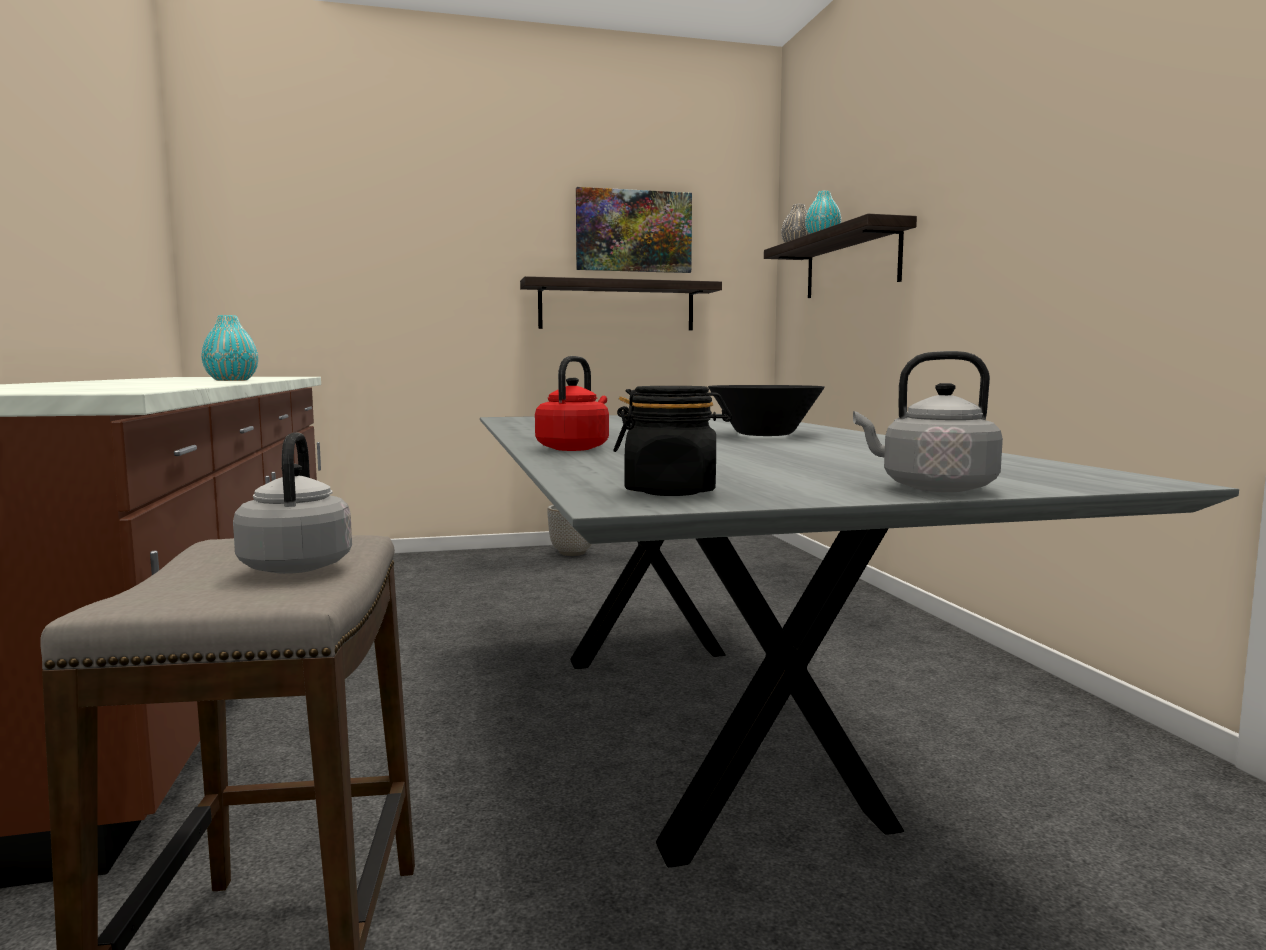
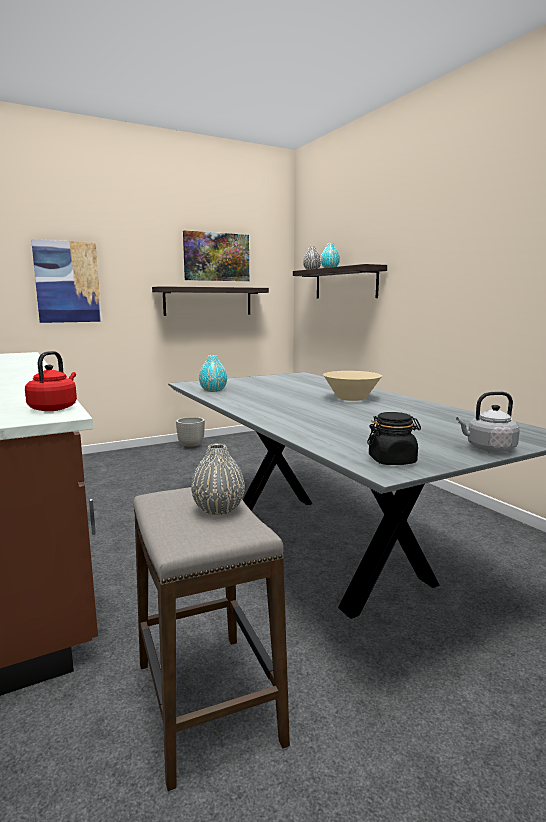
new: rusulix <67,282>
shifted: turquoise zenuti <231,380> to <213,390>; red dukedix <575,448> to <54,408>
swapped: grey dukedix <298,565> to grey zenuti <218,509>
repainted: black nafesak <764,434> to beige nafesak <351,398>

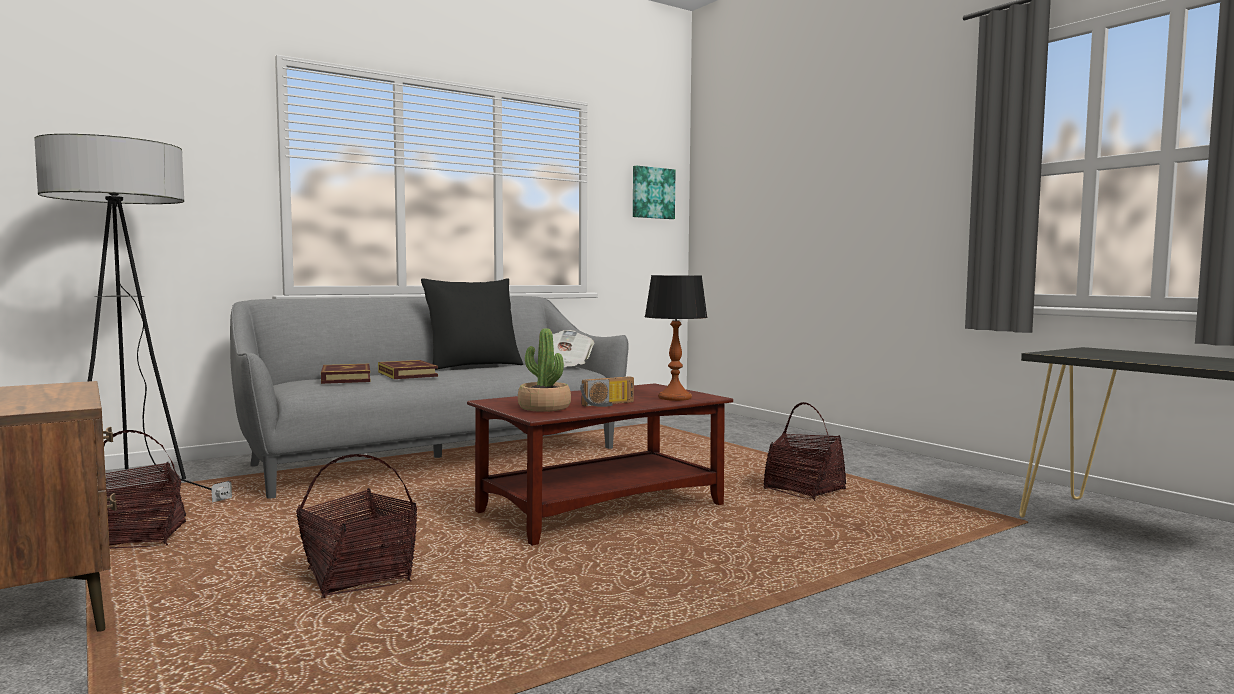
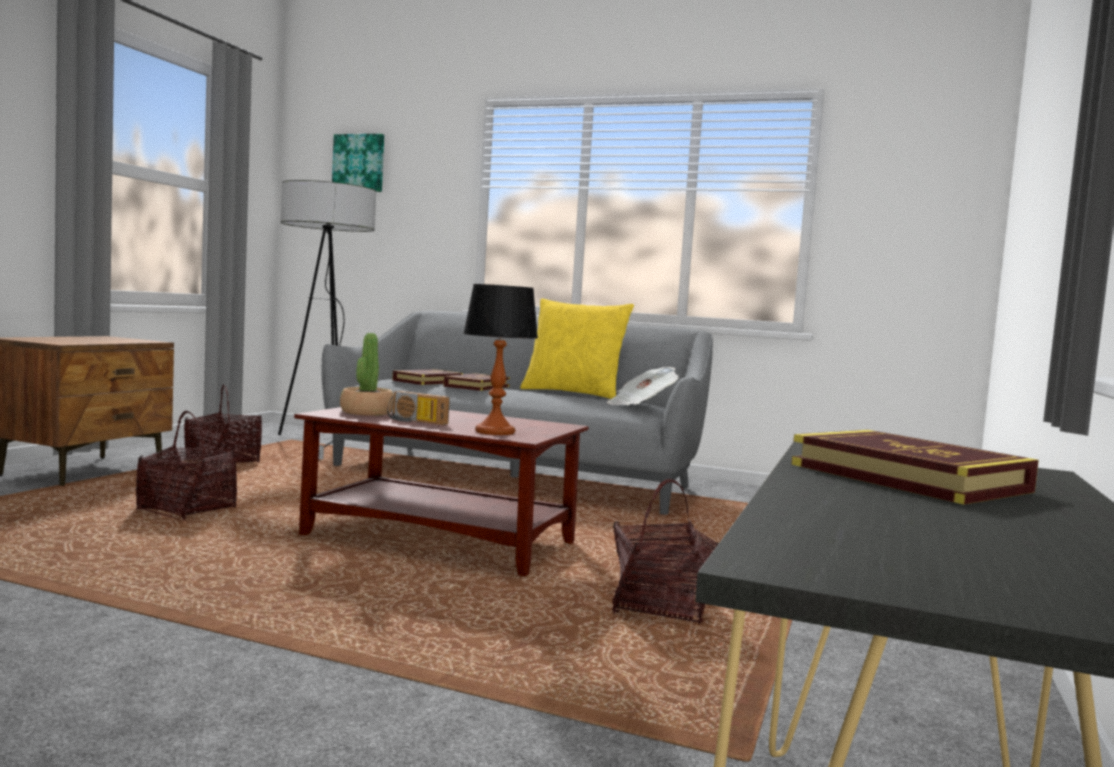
new: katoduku <908,477>
shifted: rusulix <652,193> to <359,163>
repainted: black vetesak <473,366> to yellow vetesak <573,393>

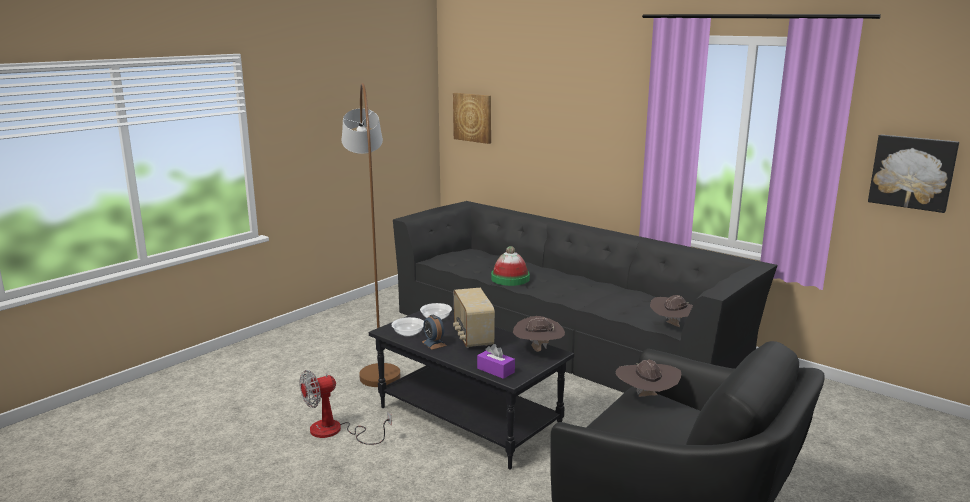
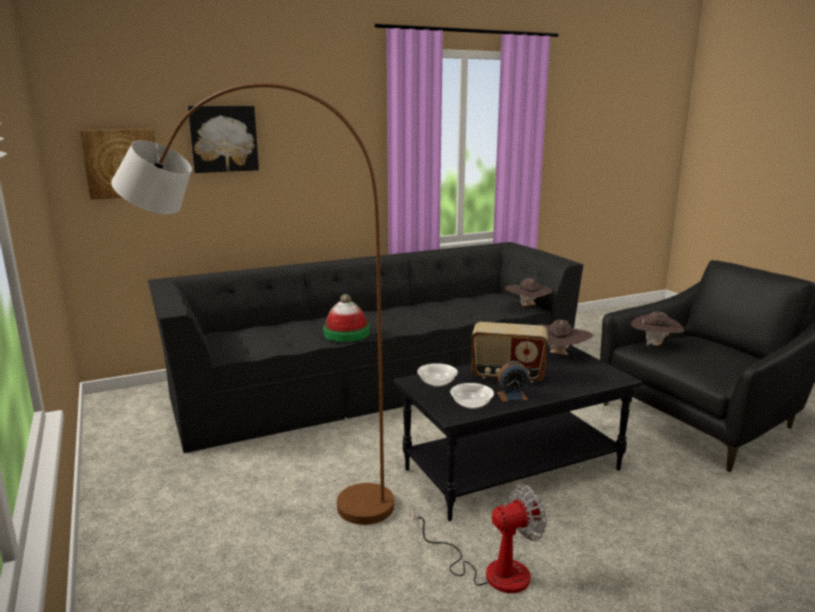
gone: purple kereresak <495,370>
shifted: rusulix <912,172> to <223,139>
rotated: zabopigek <336,431> = <491,571> 105 degrees counterclockwise

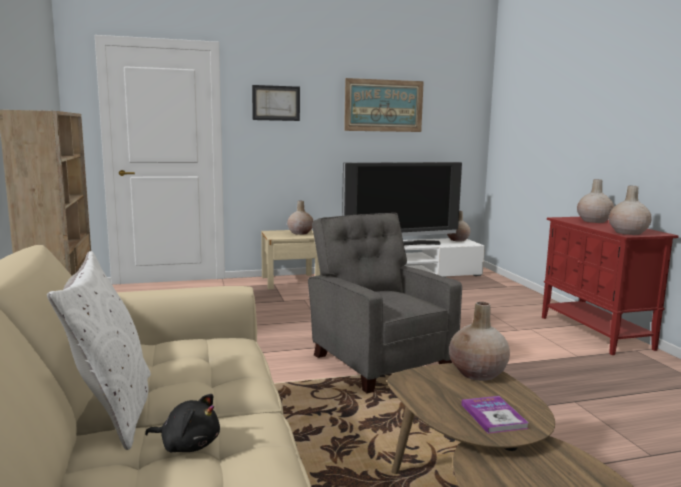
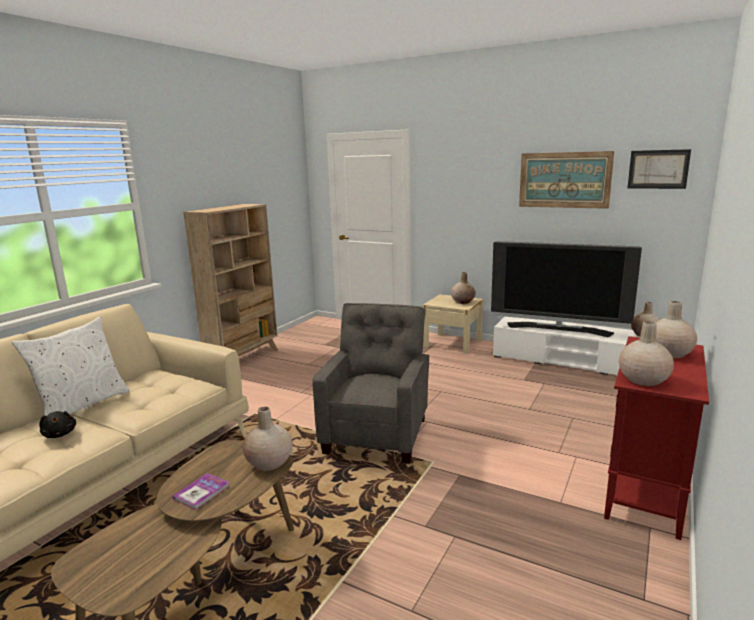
shifted: rusulix <276,103> to <658,169>

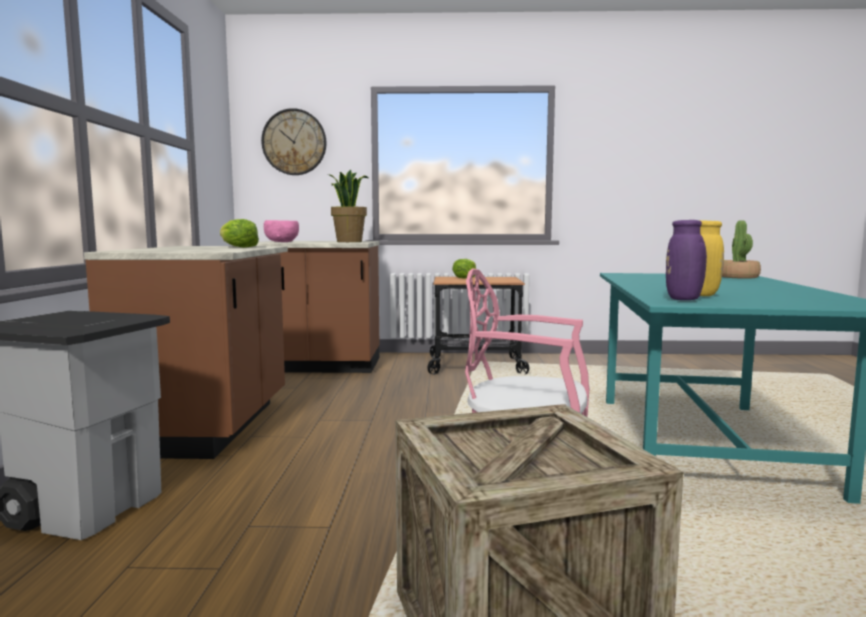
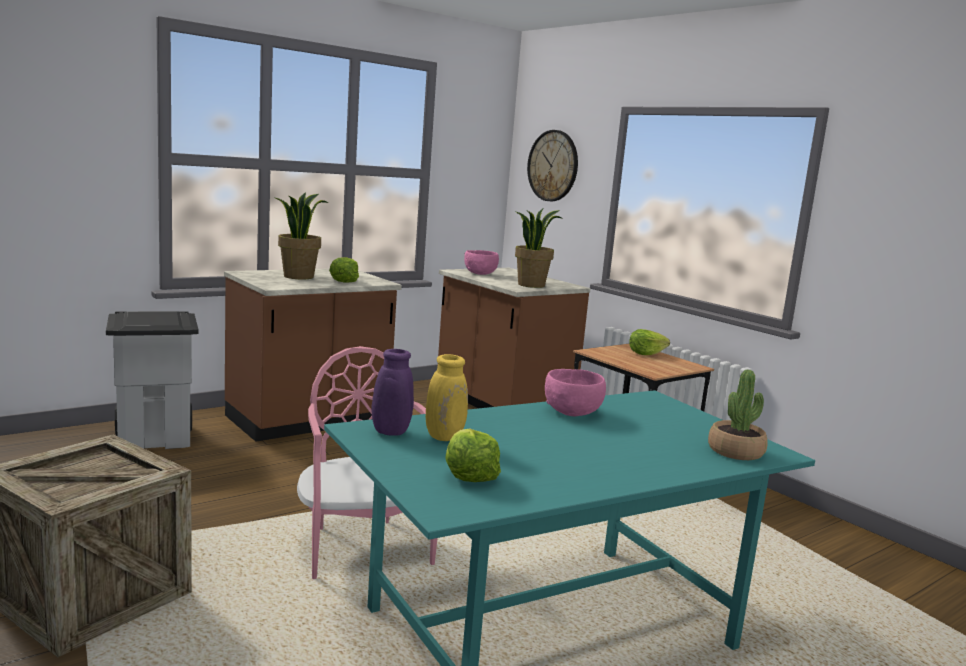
new: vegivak <298,276>; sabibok <469,474>; pink nafesak <573,412>

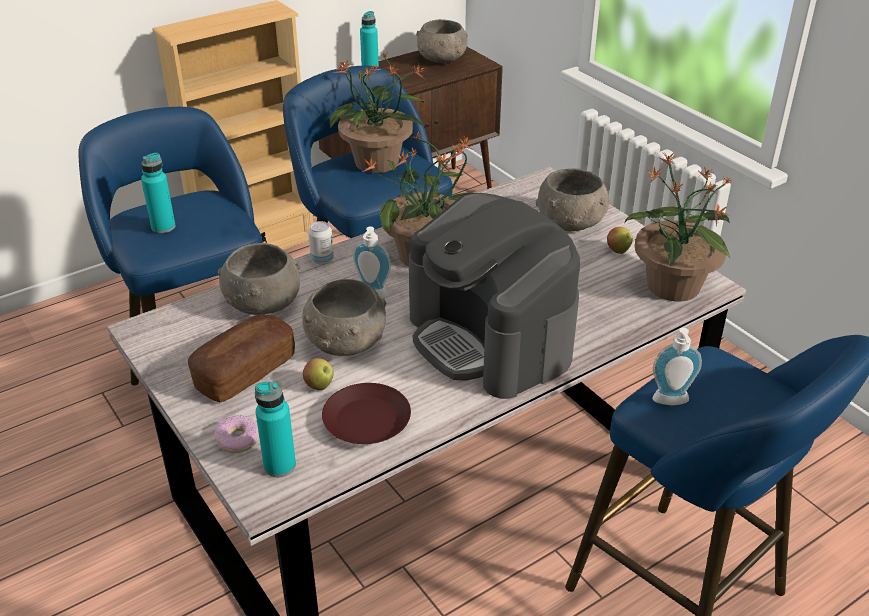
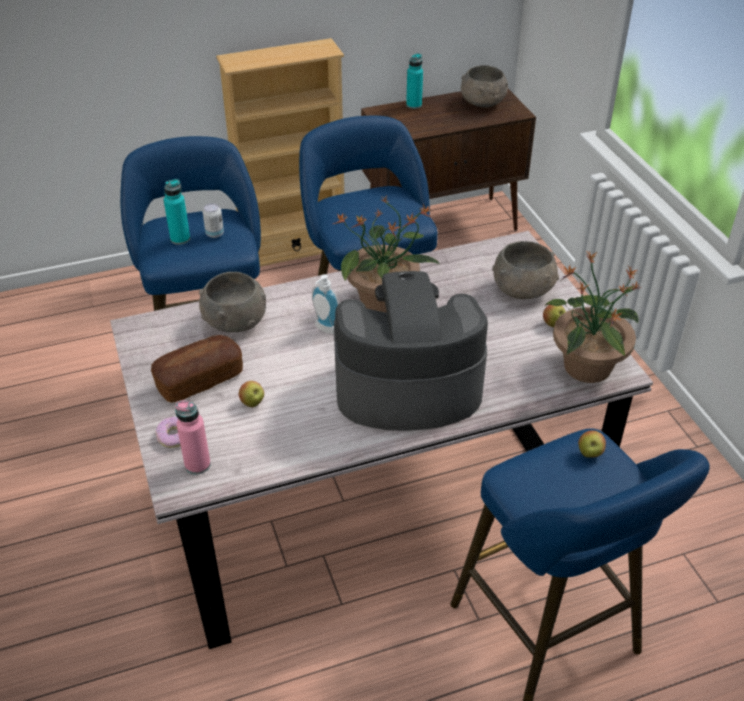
gone: grey nafesak <345,343>; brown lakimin <366,421>; vegivak <378,163>; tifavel <671,402>
new: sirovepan <589,453>
shifted: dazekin <322,260> to <215,234>
repainted: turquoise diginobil <280,466> to pink diginobil <197,465>
rotated: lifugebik <490,338> = <406,387> 105 degrees clockwise

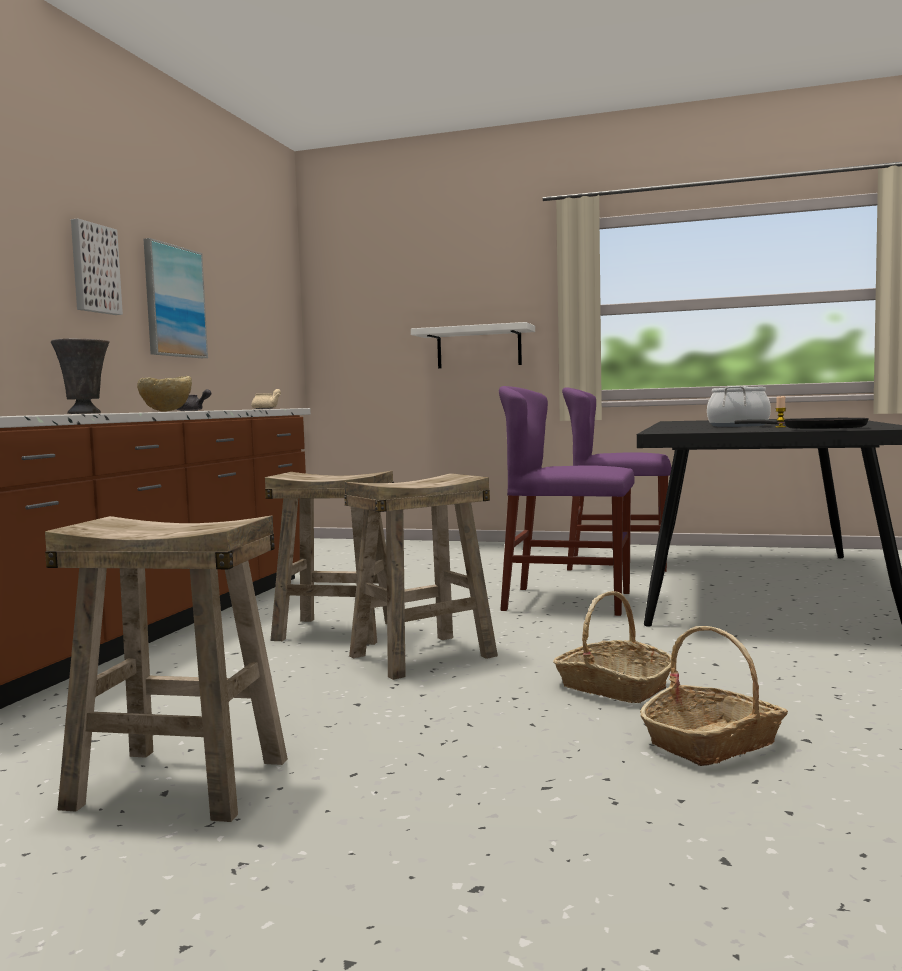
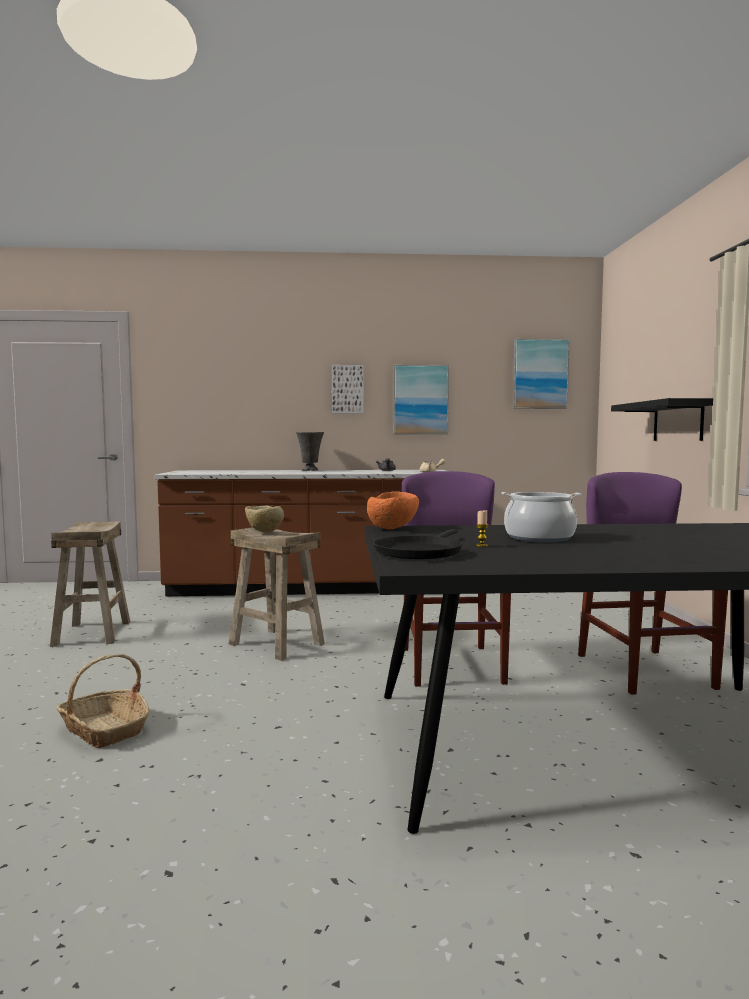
gone: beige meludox <335,631>; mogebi <613,687>
new: orange nafesak <393,529>; rusulix <540,374>
shifted: beige nafesak <166,411> to <264,532>
repainted: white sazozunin <479,347> to black sazozunin <678,421>

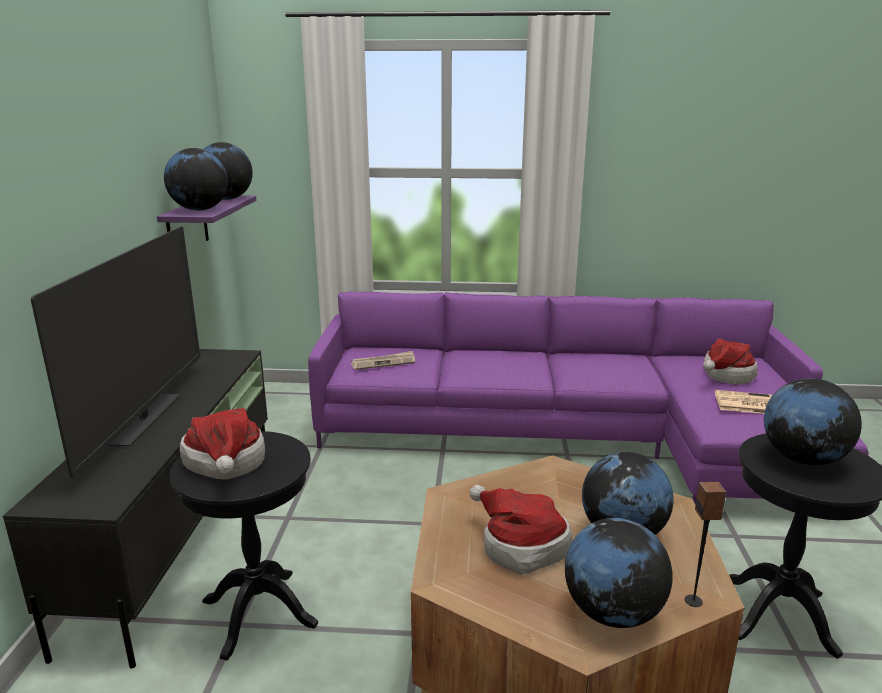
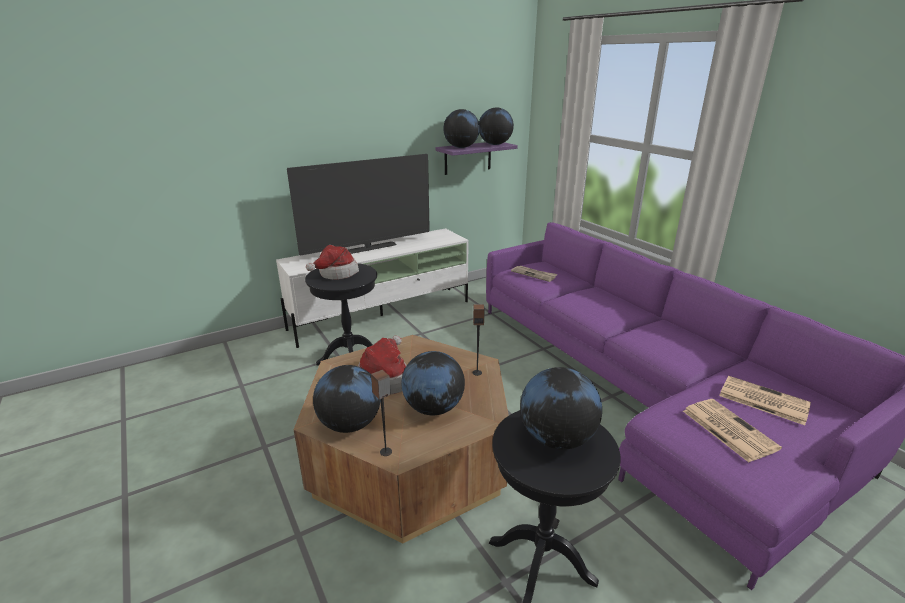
new: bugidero <477,372>
swapped: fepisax <725,375> to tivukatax <762,400>
repainted: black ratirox <182,531> to white ratirox <383,315>

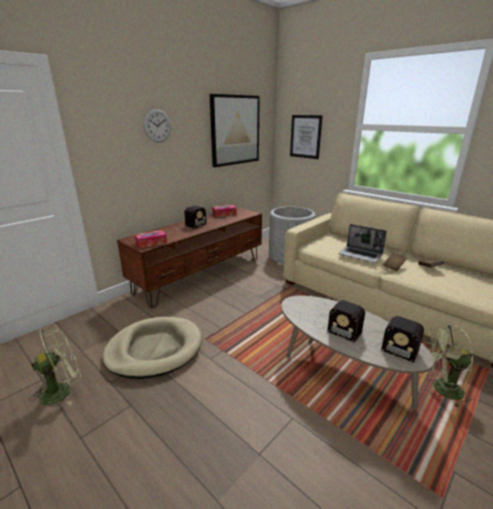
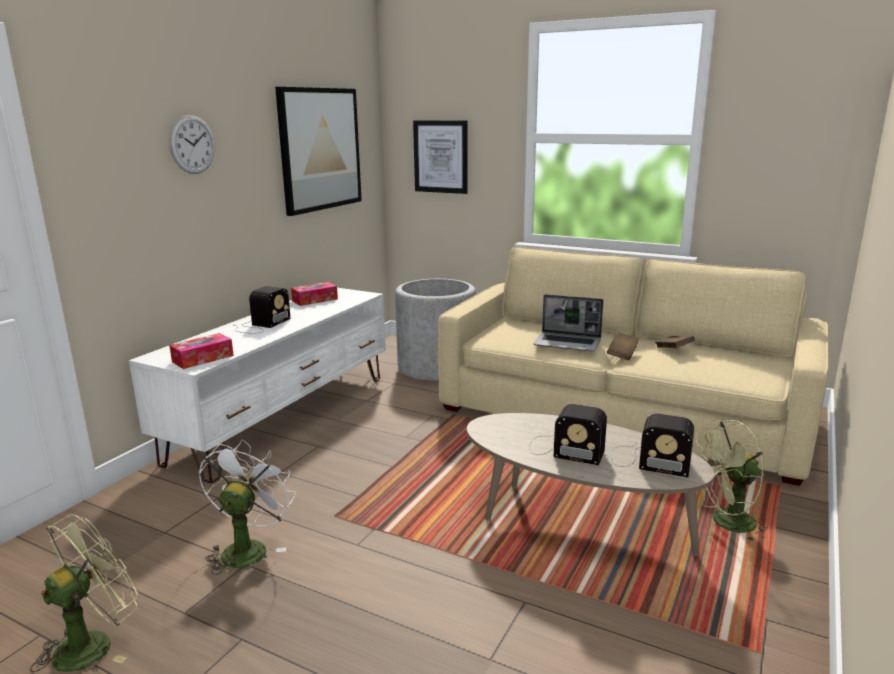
swapped: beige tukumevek <154,349> to white zabopigek <247,548>
repainted: brown ratirox <201,274> to white ratirox <284,416>

